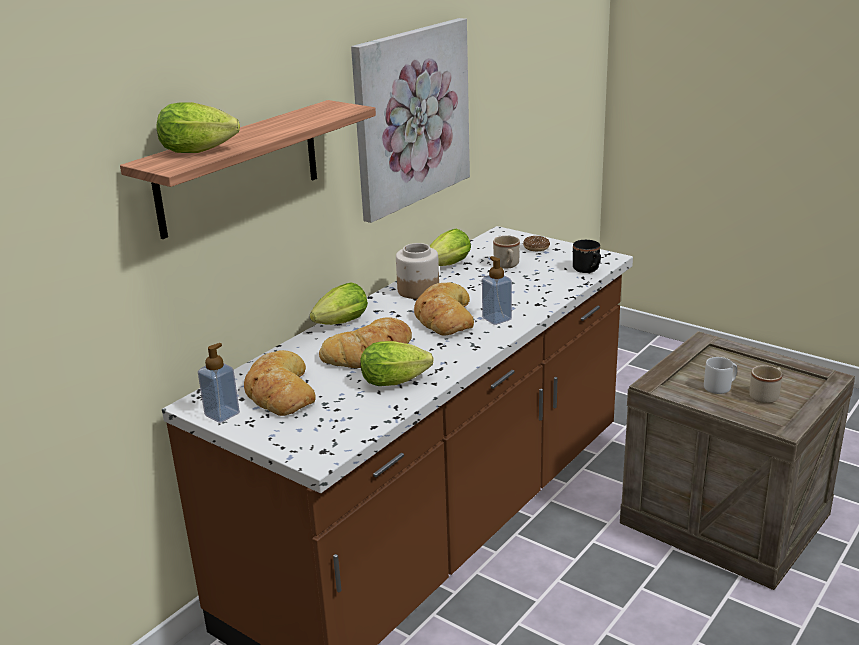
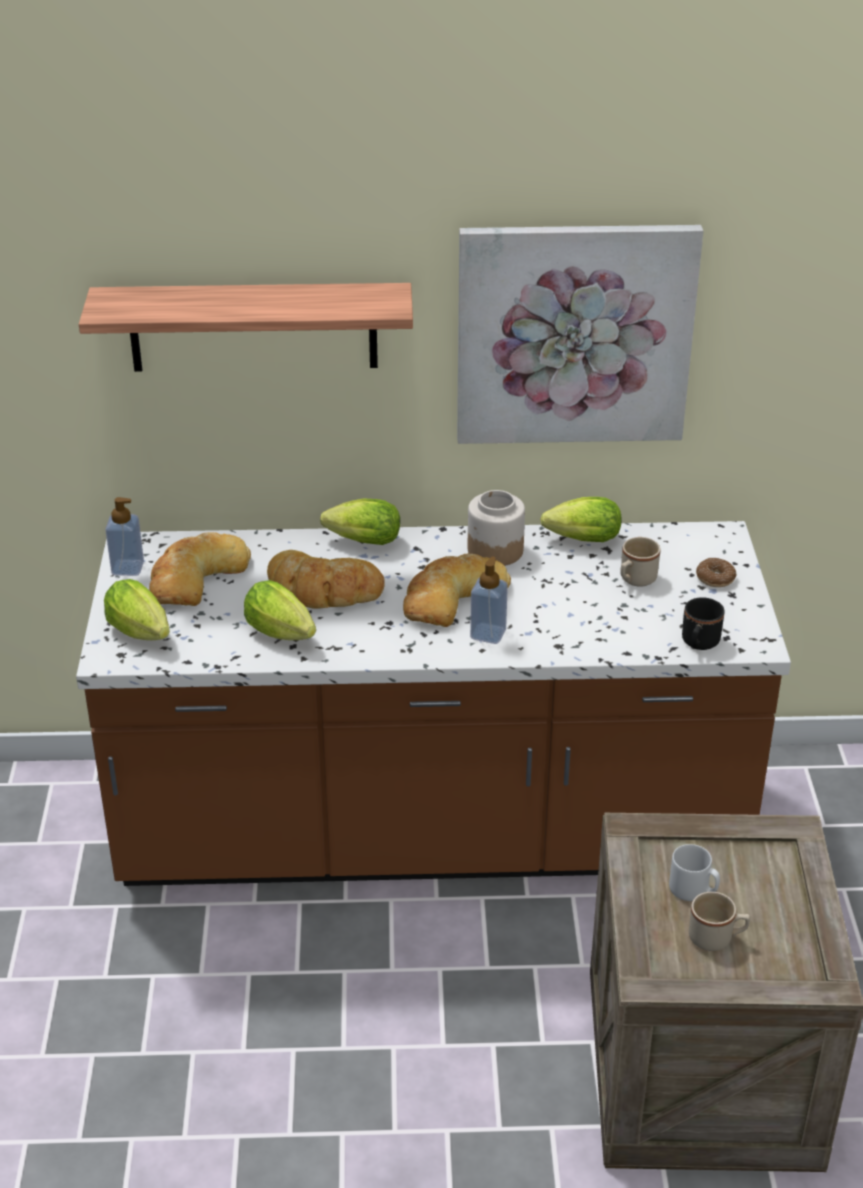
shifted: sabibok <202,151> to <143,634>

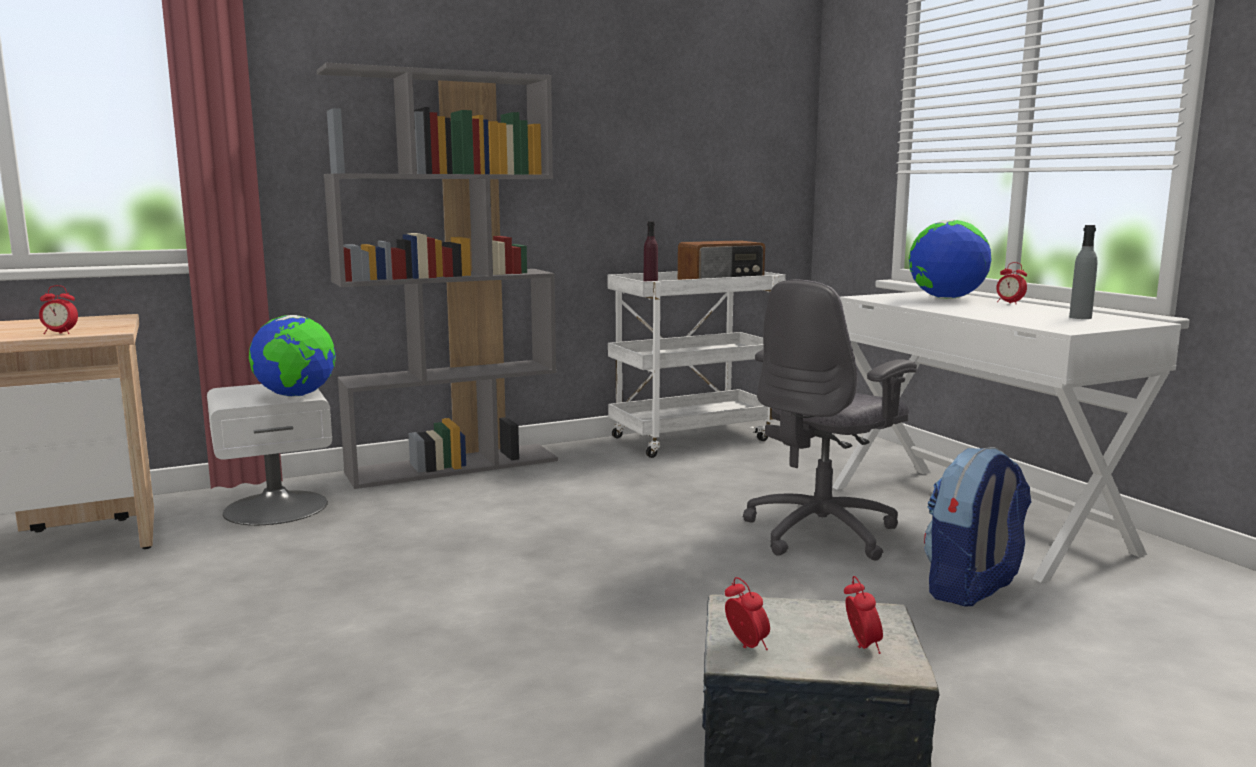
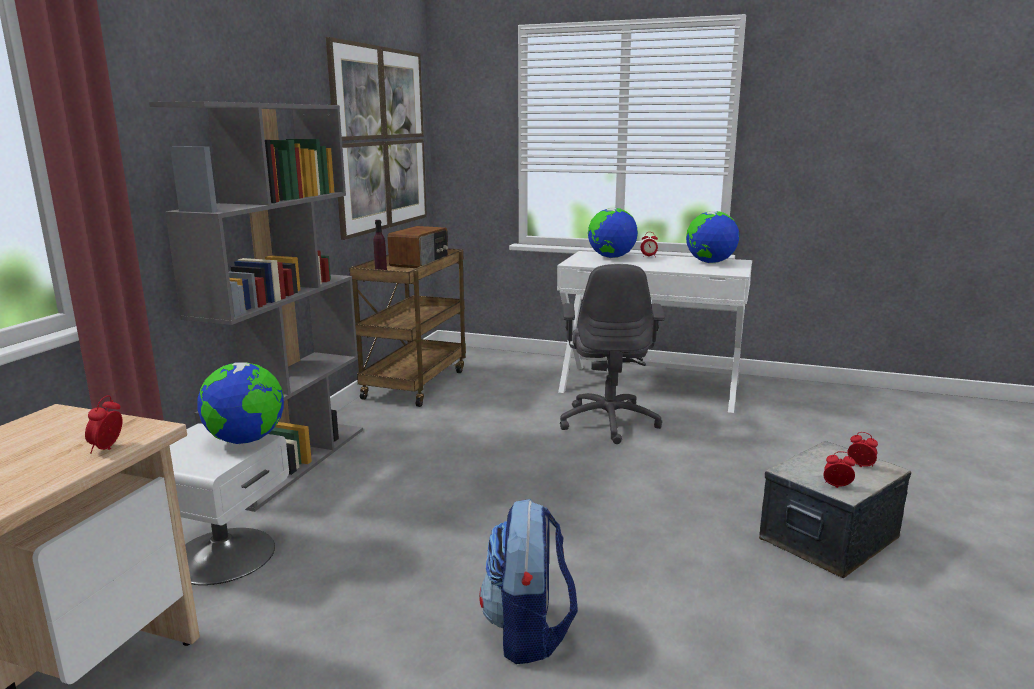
new: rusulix <380,139>
shifted: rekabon <972,590> to <529,632>
swapped: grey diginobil <1080,317> to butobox <710,263>
repainted: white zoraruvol <693,438> to brown zoraruvol <415,383>
rotated: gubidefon <60,333> = <108,449> 150 degrees clockwise

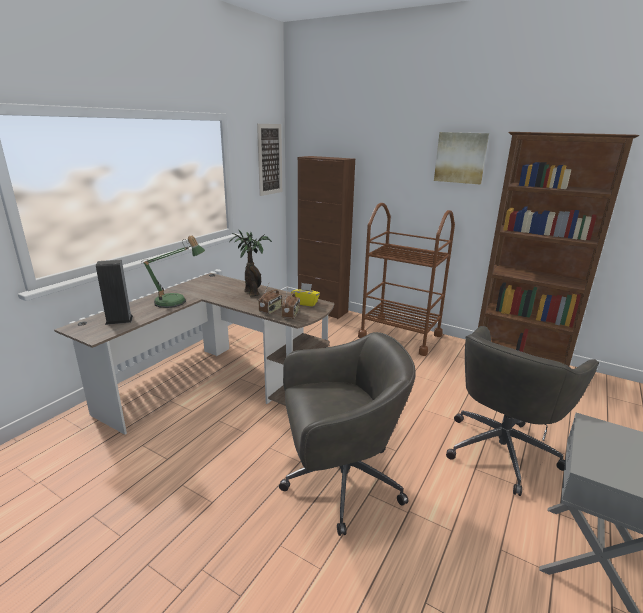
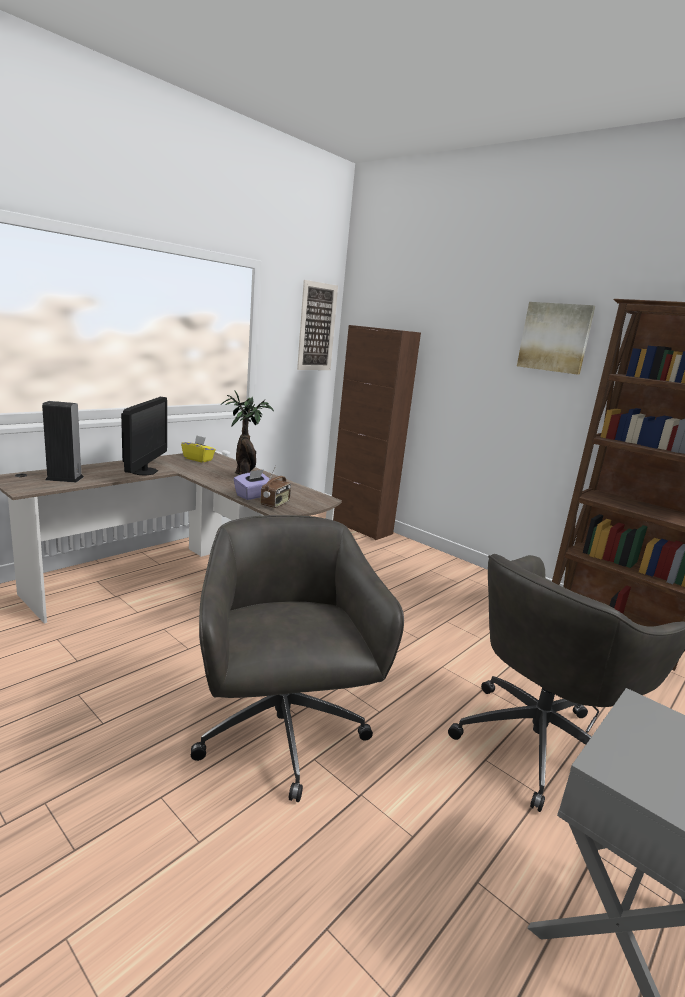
gone: brown zoraruvol <400,336>
shifted: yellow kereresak <305,303> to <198,459>
swapped: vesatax <175,302> to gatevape <144,471>; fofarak <271,310> to purple kereresak <253,496>
rotated: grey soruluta <339,481> = <281,734> 105 degrees counterclockwise

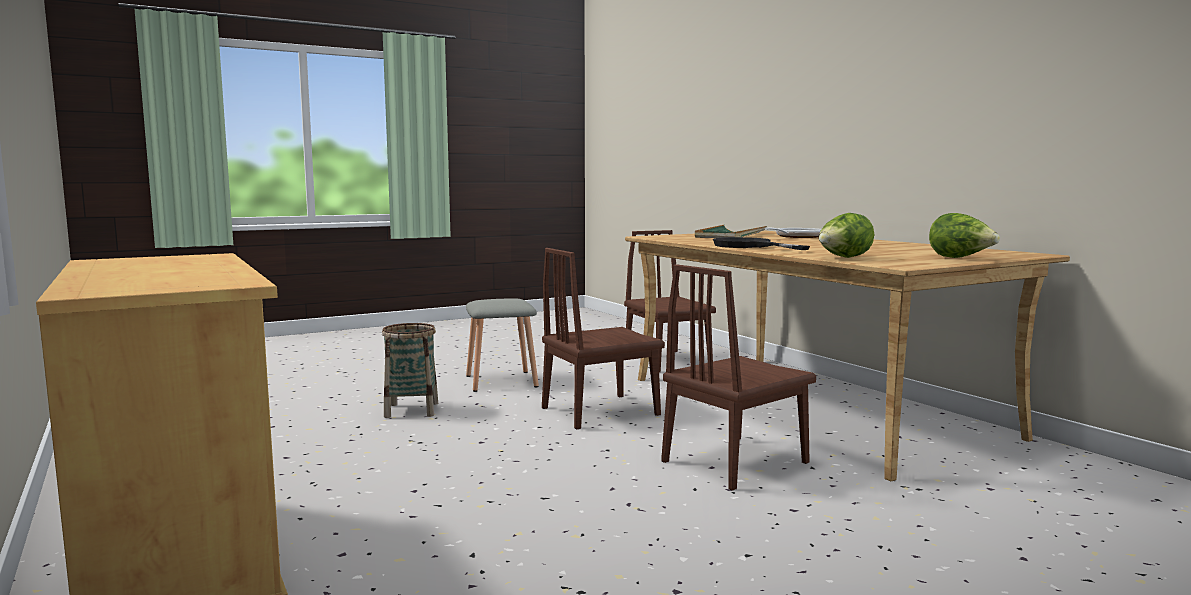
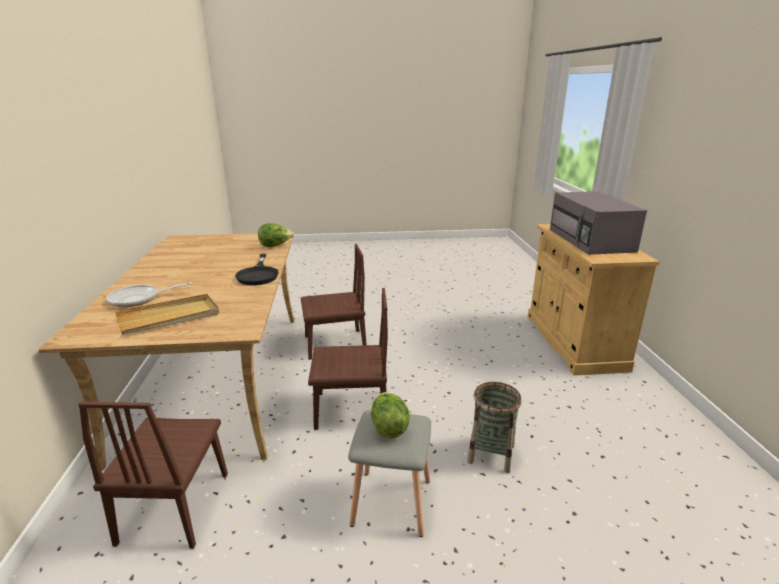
new: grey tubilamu <591,240>
shifted: sabibok <960,258> to <389,427>
repainted: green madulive <730,235> to beige madulive <169,317>

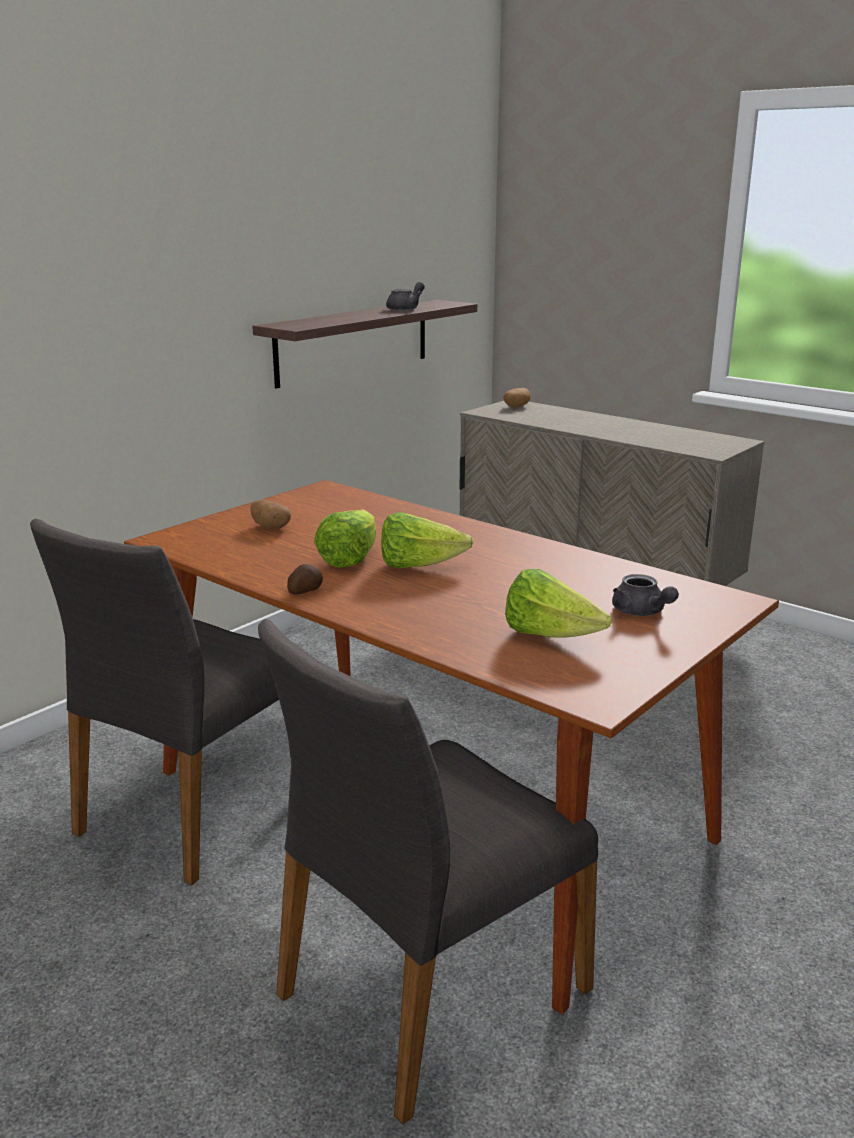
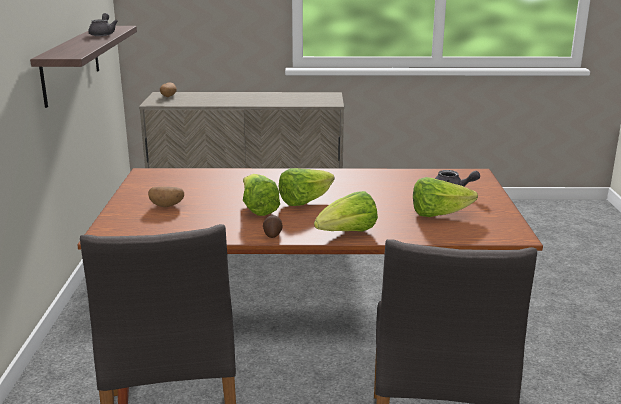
new: sabibok <347,234>

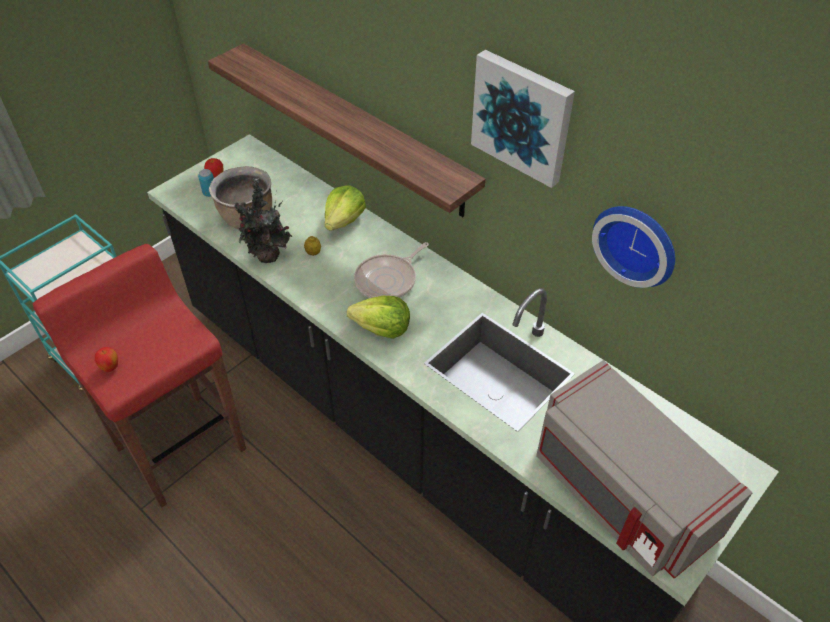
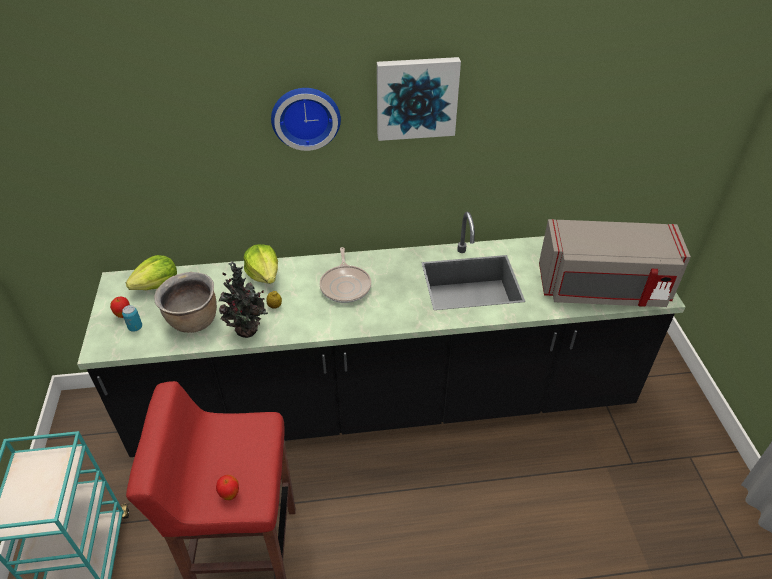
gone: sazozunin <354,128>
shifted: sabibok <382,328> to <157,285>; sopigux <637,243> to <305,116>

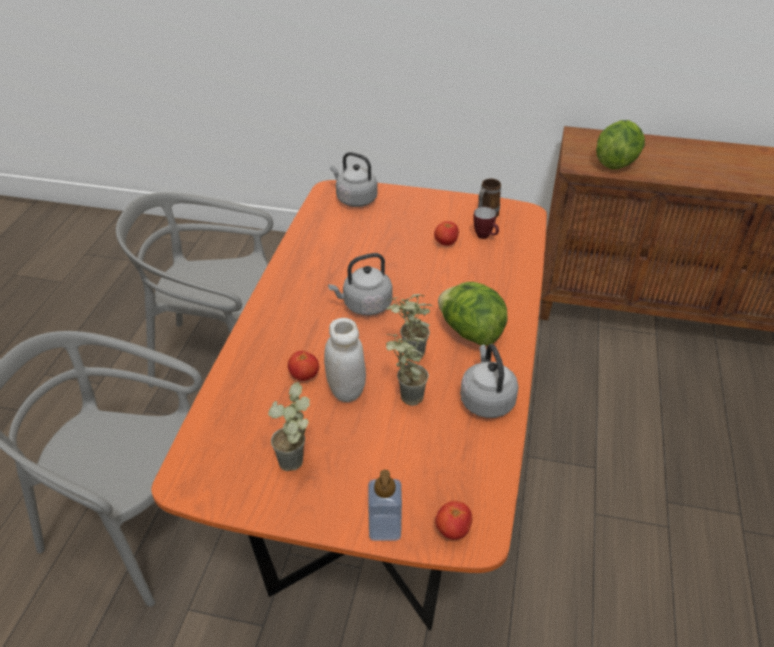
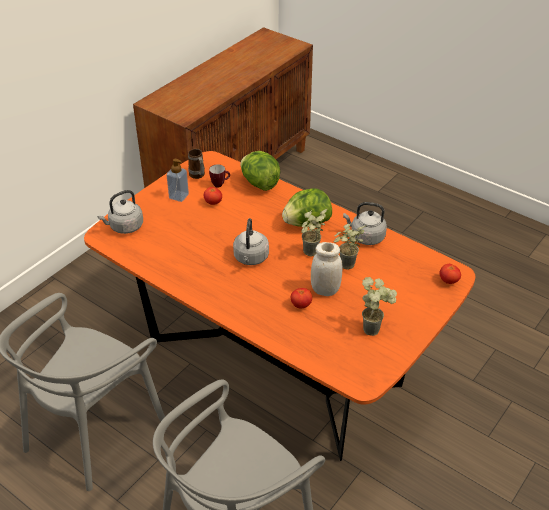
shifted: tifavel <385,528> to <179,196>; sabibok <616,162> to <259,183>

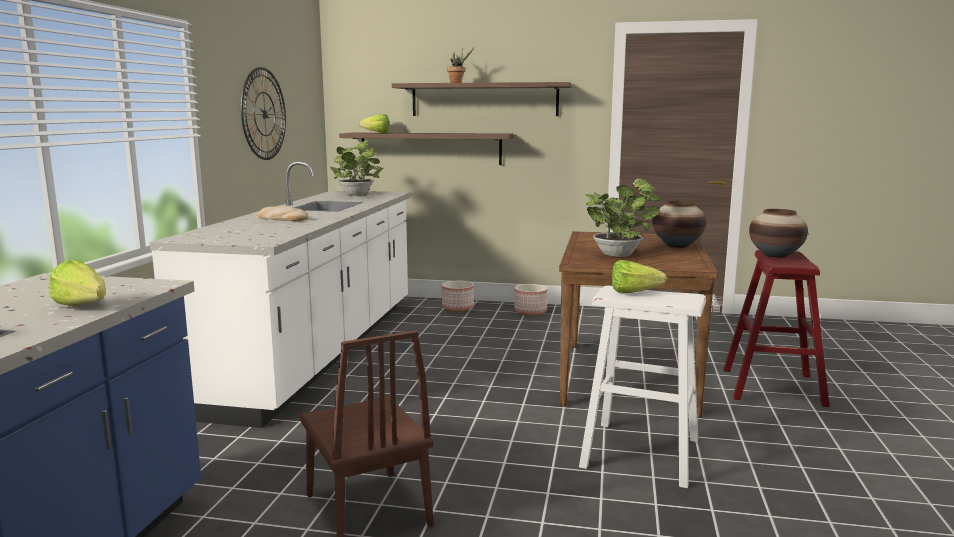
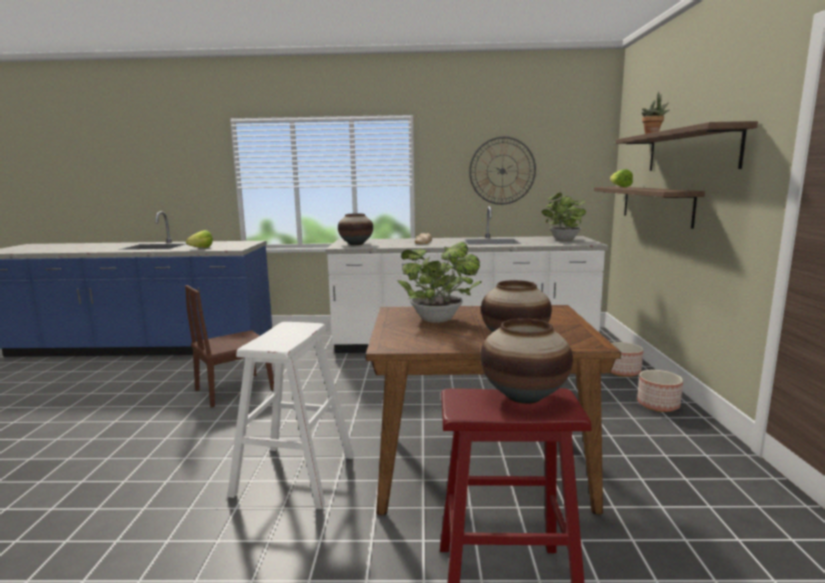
gone: sabibok <638,293>
new: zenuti <356,244>

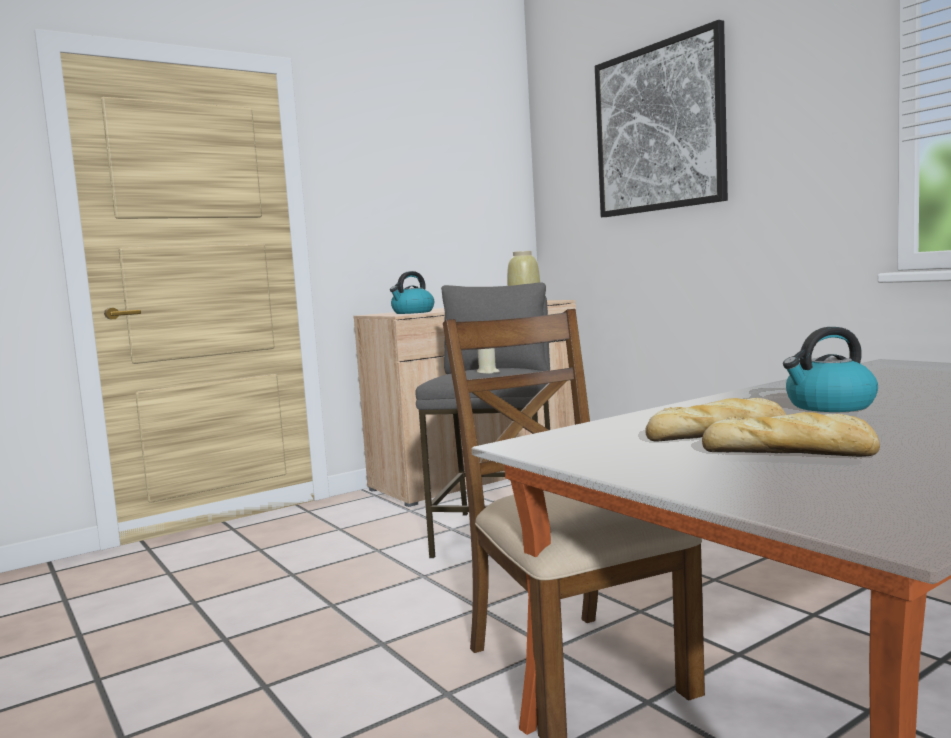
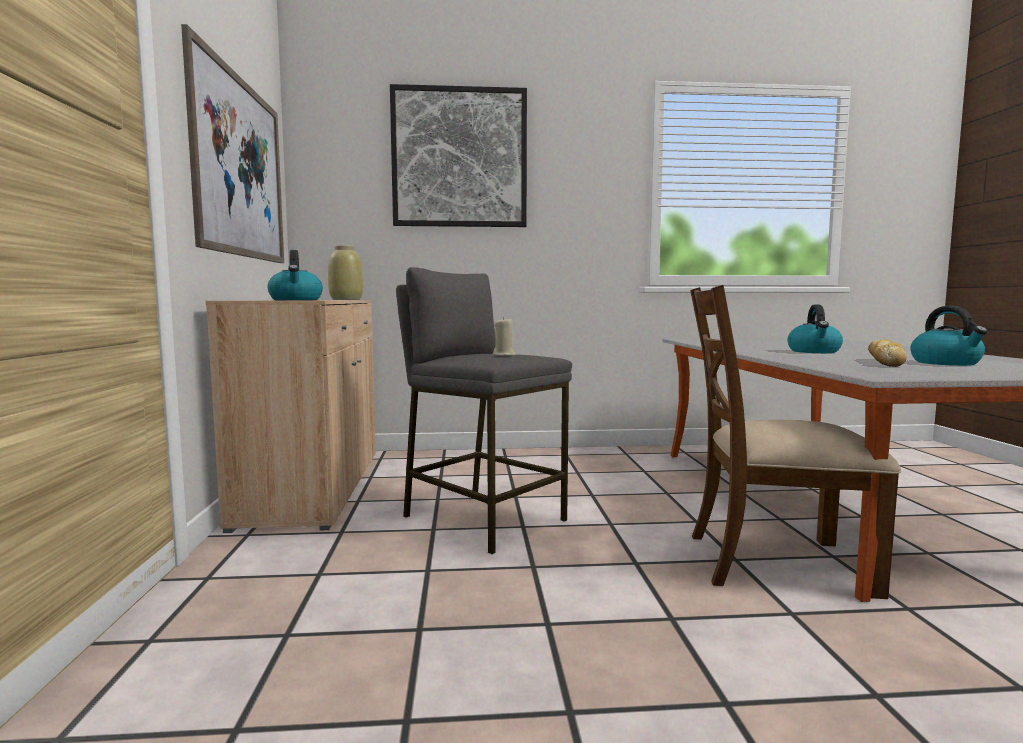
new: rusulix <241,168>
swapped: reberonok <791,452> to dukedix <947,363>

